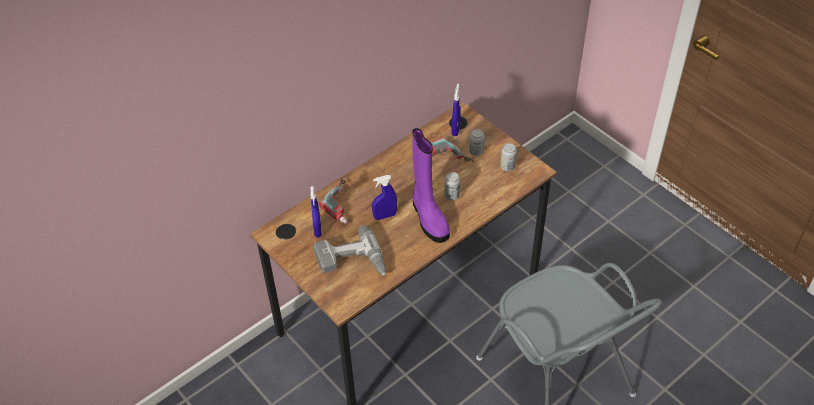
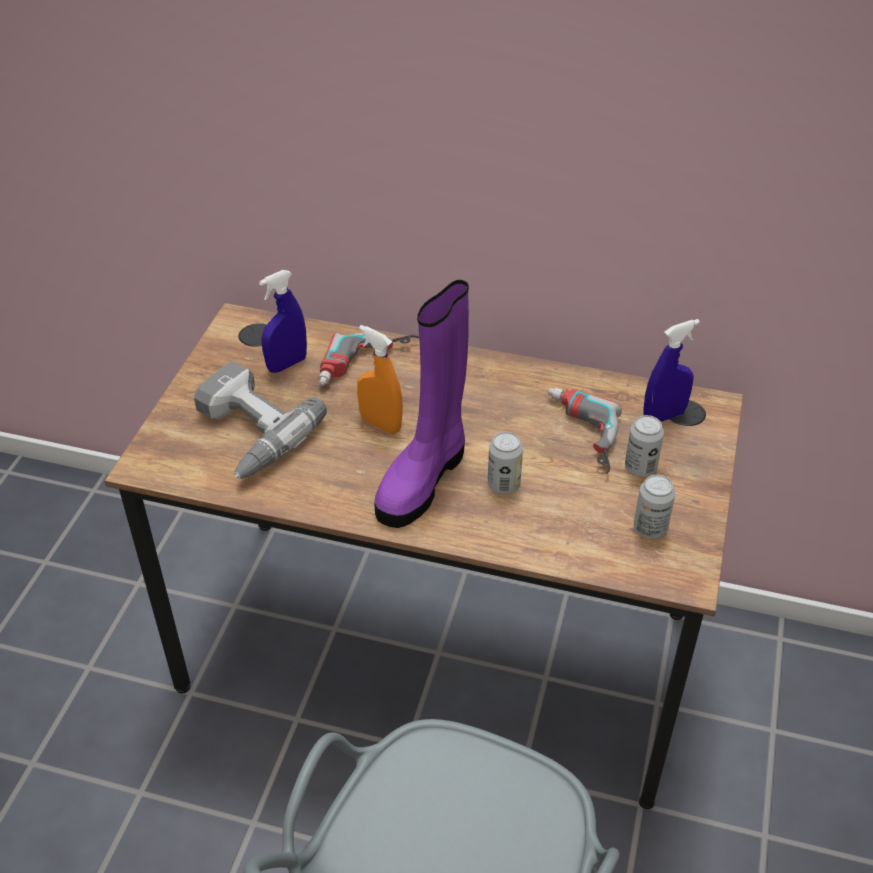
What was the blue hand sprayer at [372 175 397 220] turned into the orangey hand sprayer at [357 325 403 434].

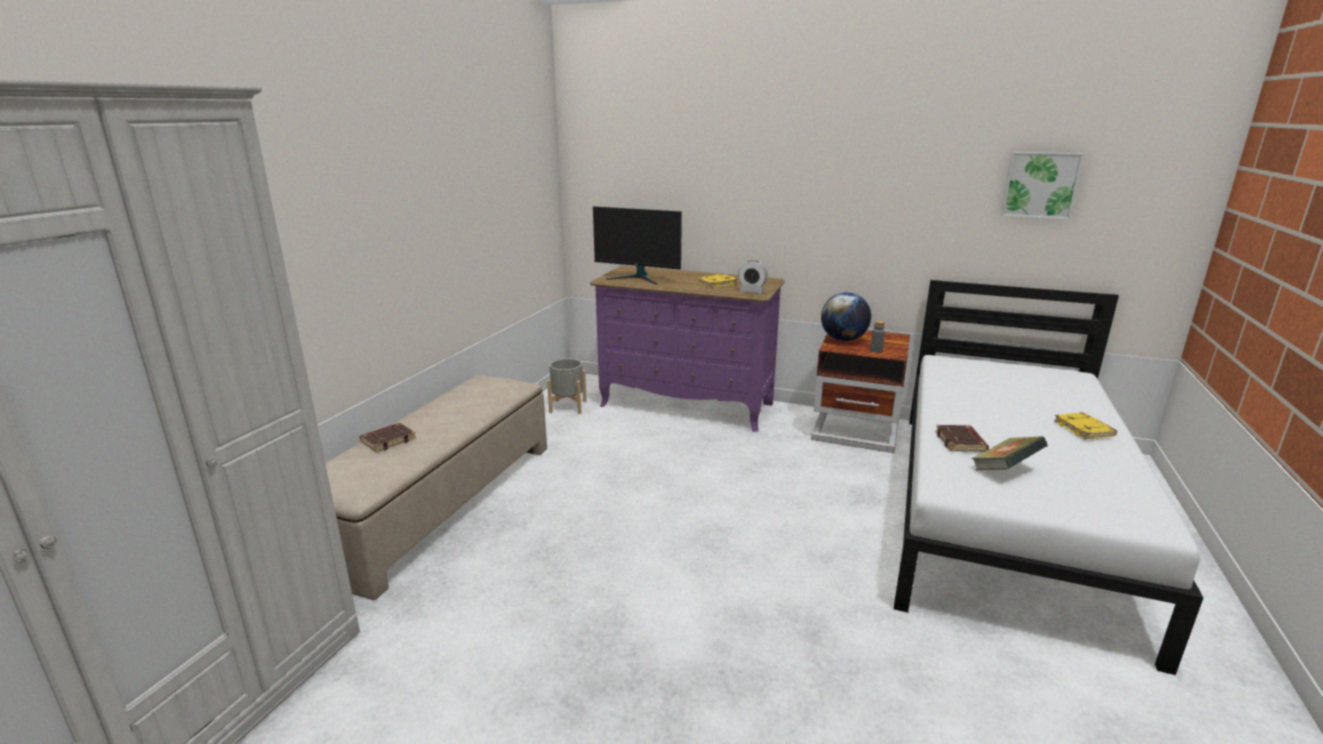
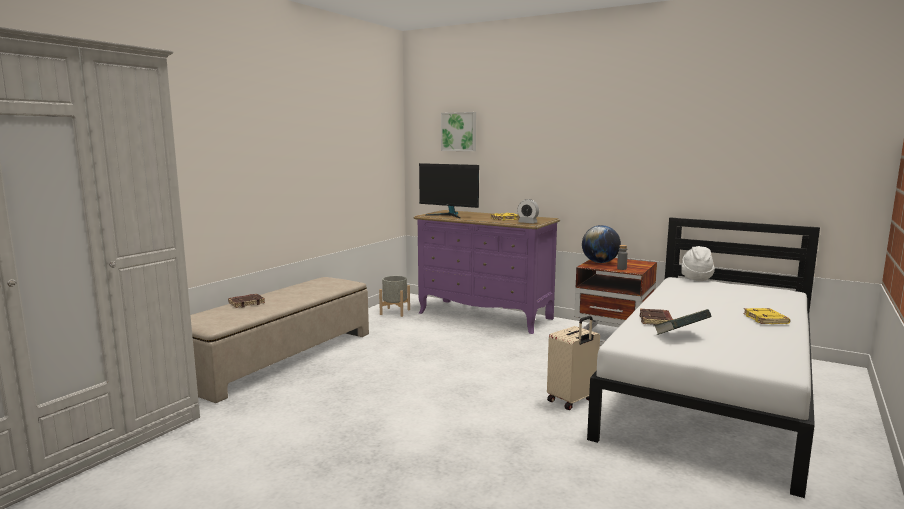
The second view gained the sand-coloured suitcase at [547 316 600 410]. The second view gained the white hat at [681 246 715 281]. The wall art ended up elsewhere, having gone from [1001 152 1085 220] to [441 112 476 151].

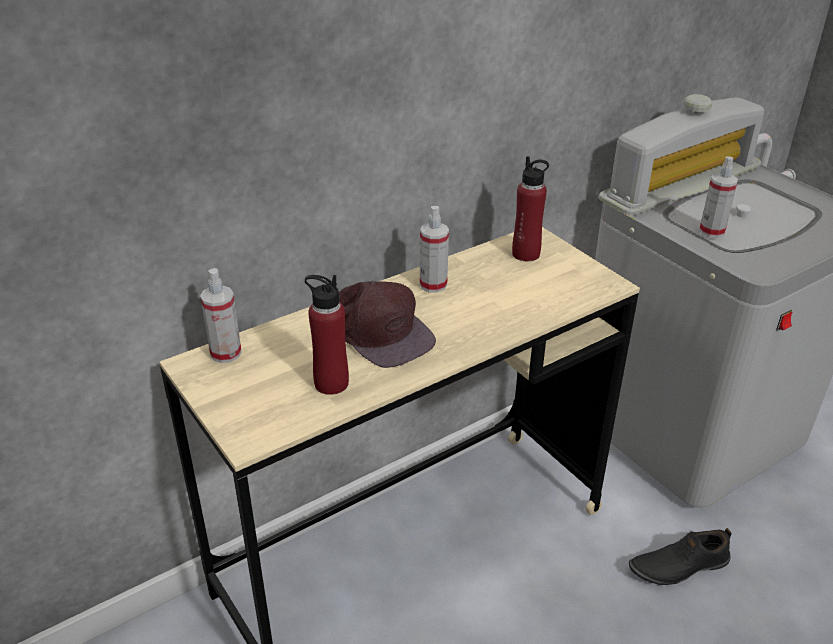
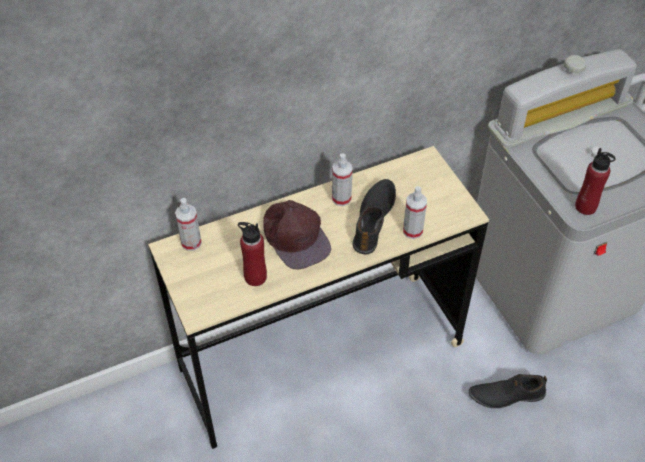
The second view gained the blackish low shoe at [353 179 396 255]. The red bottle ended up elsewhere, having gone from [512 156 549 261] to [575 148 616 215]. The hand sprayer ended up elsewhere, having gone from [699 156 738 238] to [403 186 427 239].

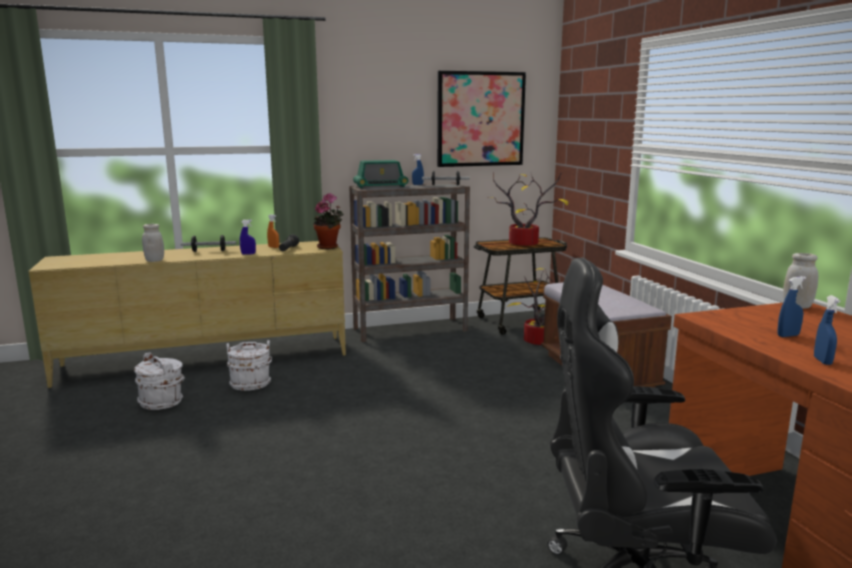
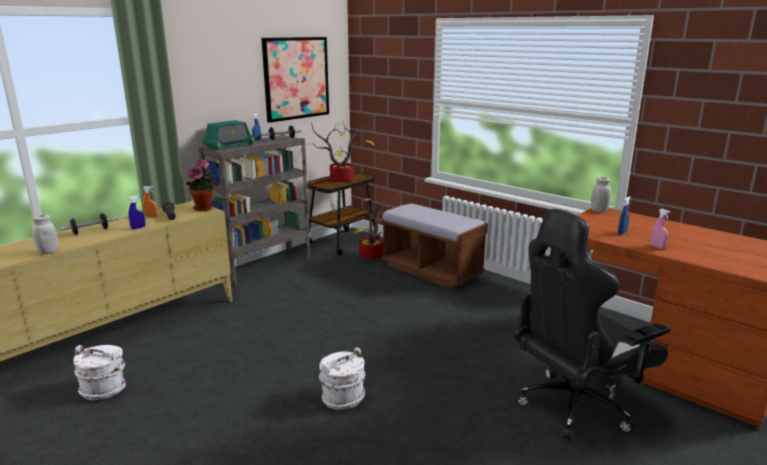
The white bucket ended up elsewhere, having gone from [226 340 272 391] to [319 348 365 410]. What was the blue hand sprayer at [814 295 840 365] turned into the pink-coloured hand sprayer at [651 209 670 249].

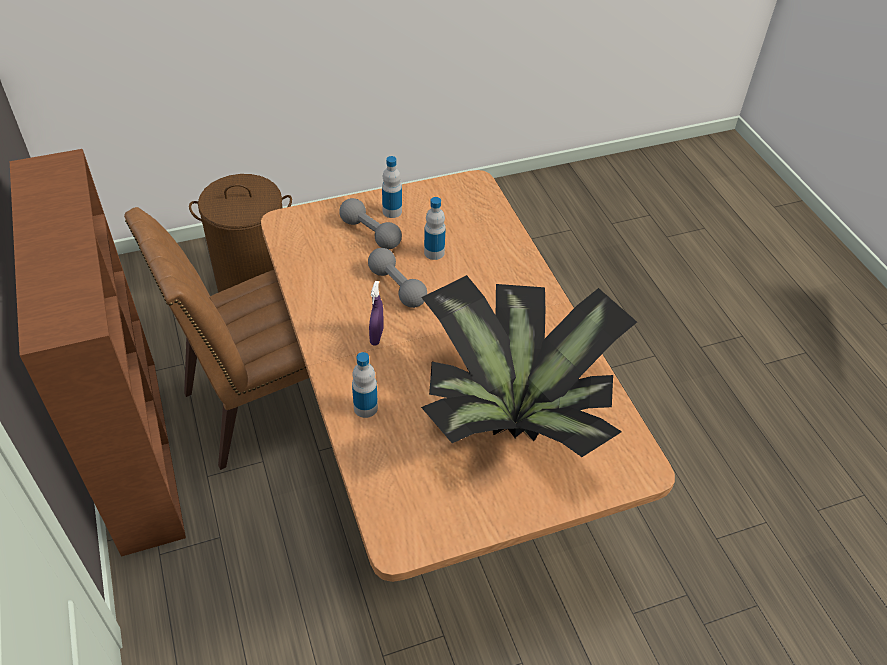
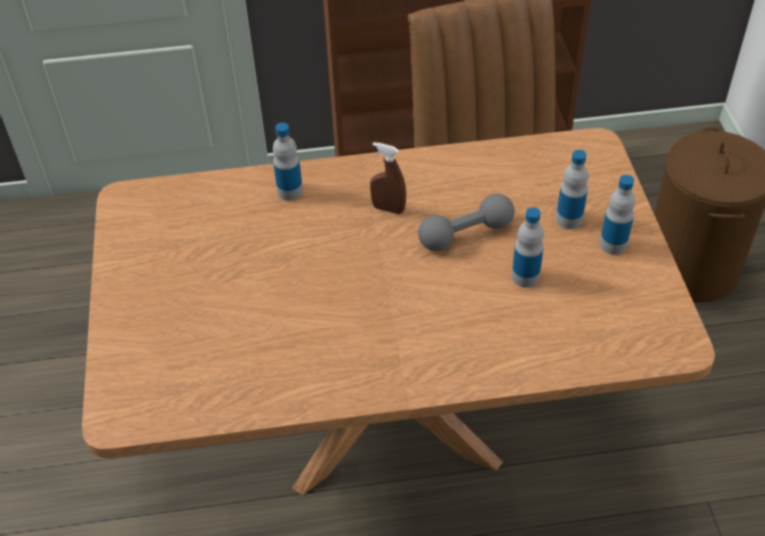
The second view lost the houseplant at [421 275 637 457]. Where the greyish hand weight stood at [339 198 402 249], the bottle came to stand at [556 150 589 229]. What was the purple-coloured hand sprayer at [369 281 384 346] turned into the brownish hand sprayer at [370 142 406 214].

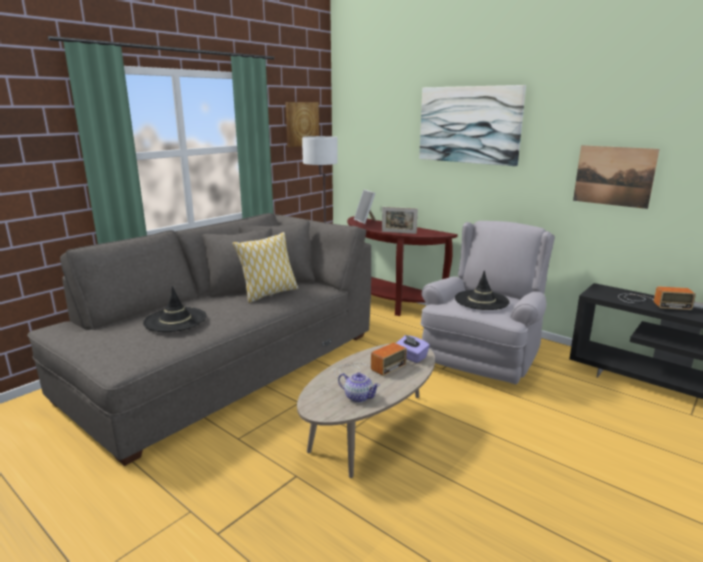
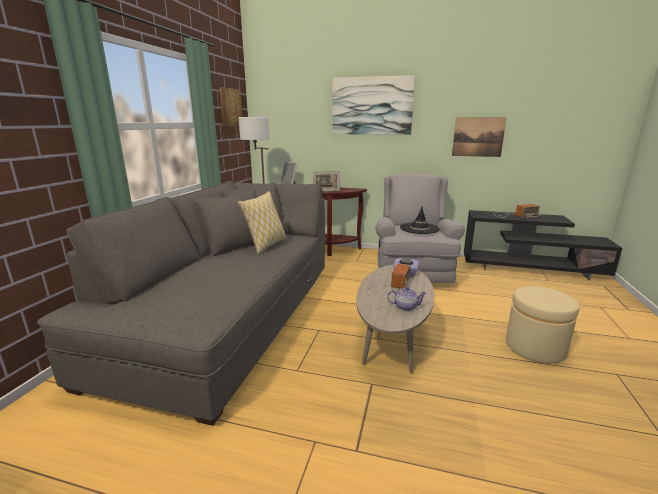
The second view lost the blackish hat at [143 286 207 332]. The second view gained the sand-coloured ottoman at [506 286 580 363].

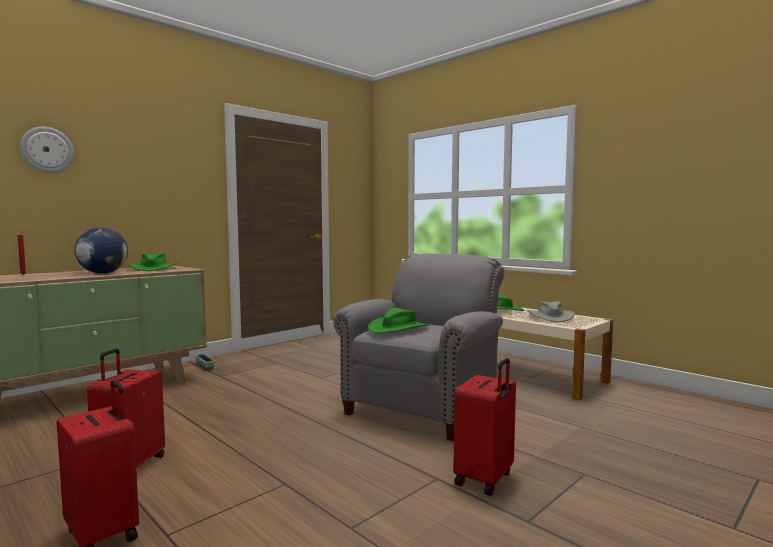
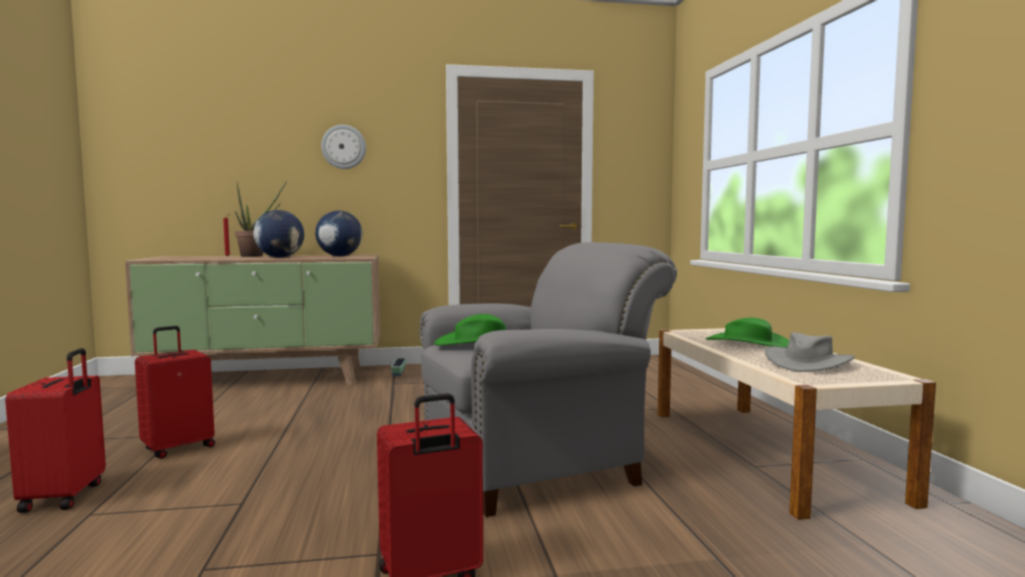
The second view gained the houseplant at [235 181 287 257]. The hanging clock ended up elsewhere, having gone from [20 127 74 173] to [321 125 366 169]. Where the green-coloured hat stood at [129 253 177 271], the world globe came to stand at [315 211 363 256].

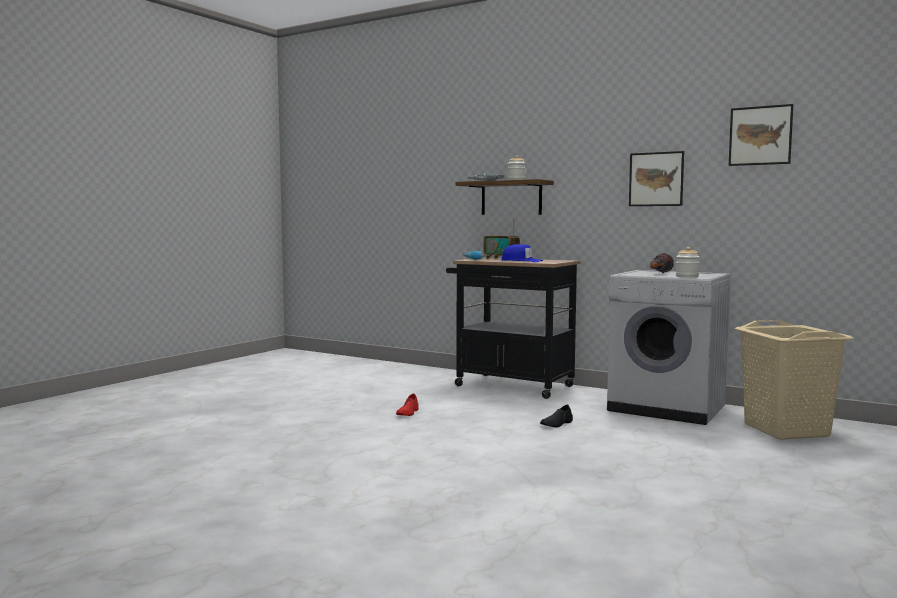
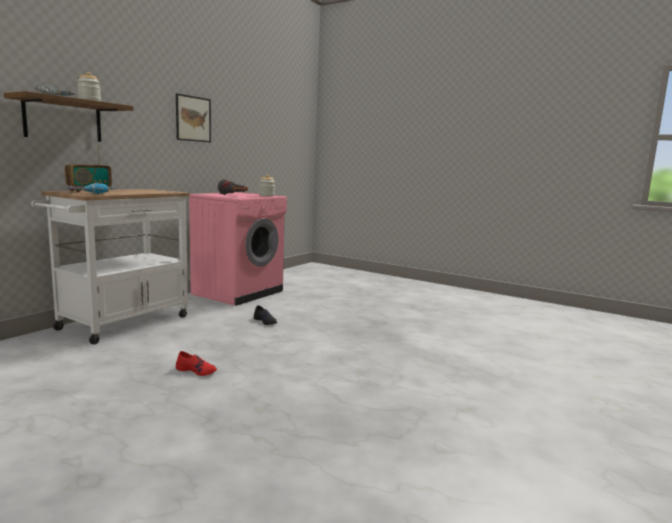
The second view lost the blue peaked cap at [501 244 543 262]. The second view lost the wall art at [729 104 793 166]. The second view lost the sand-coloured hamper at [735 320 853 440]. What was the blackish cart at [446 258 580 399] turned into the white cart at [31 189 189 345]. What was the white laundry machine at [607 270 730 425] turned into the pink-coloured laundry machine at [189 192 287 306].

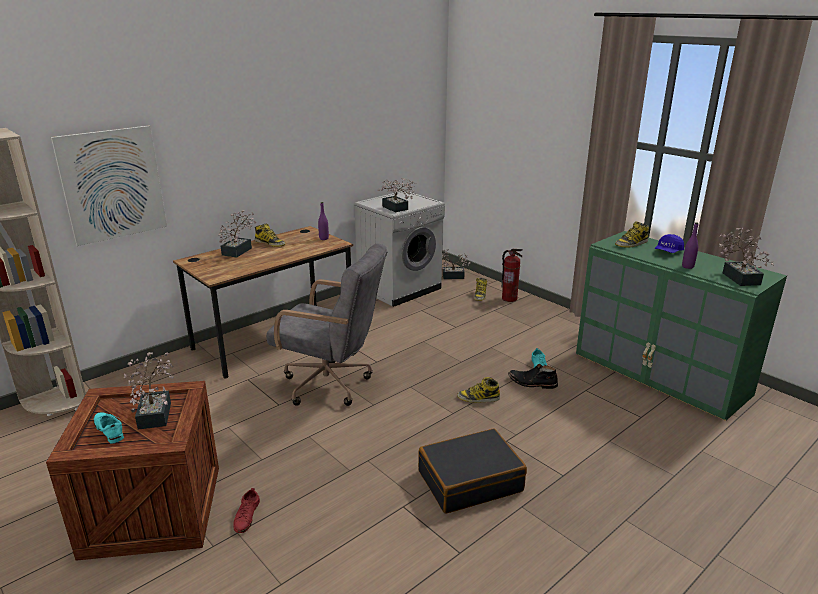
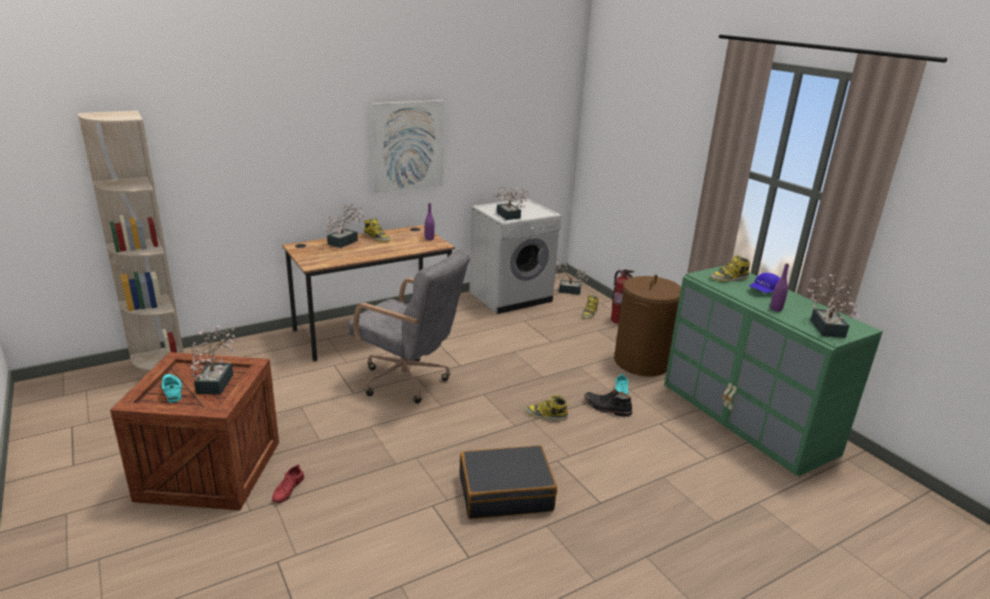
The second view gained the brownish hamper at [614 274 681 376]. The wall art ended up elsewhere, having gone from [51 126 167 246] to [371 100 443 193].

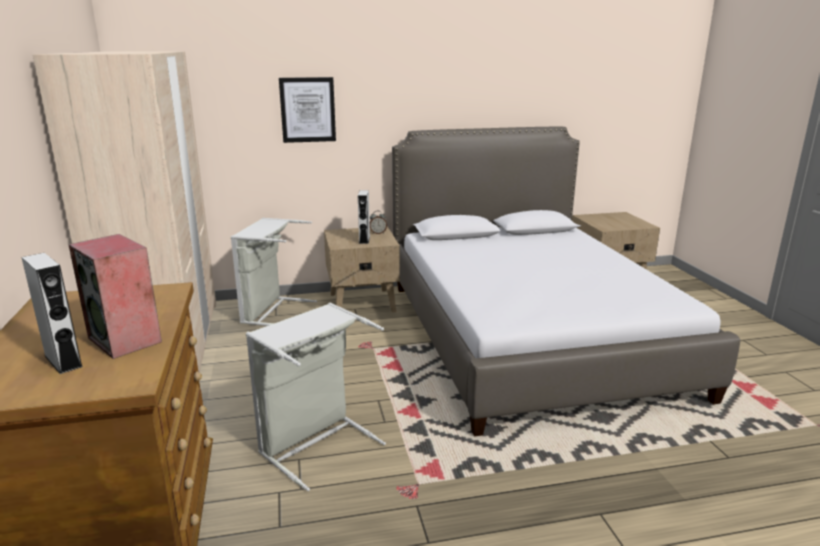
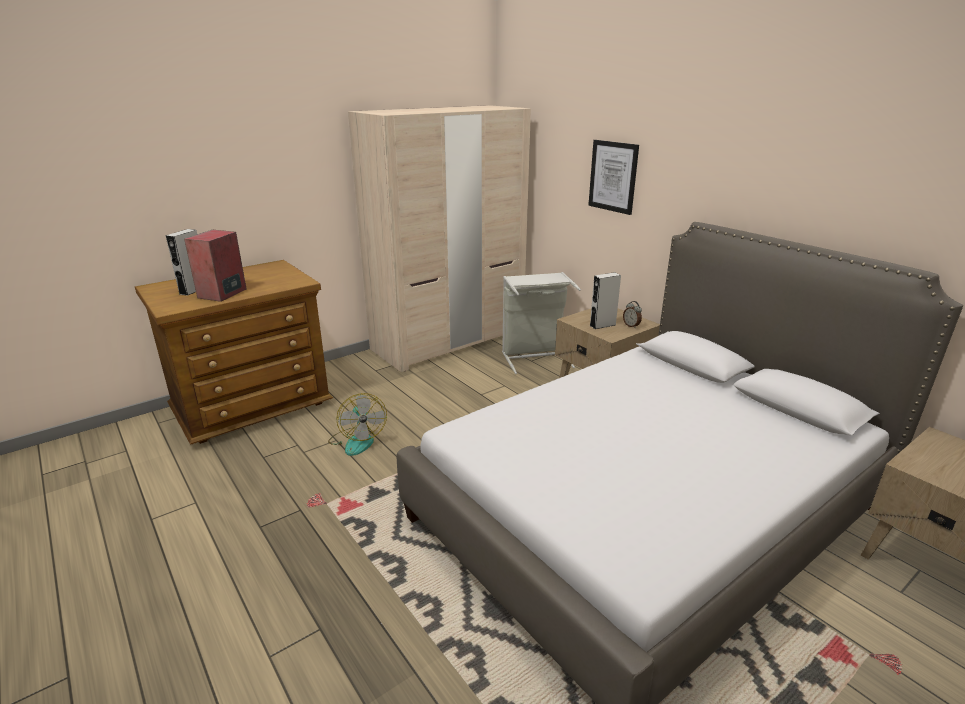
Where the greyish hamper stood at [246 303 386 491], the electric fan came to stand at [328 393 387 456].

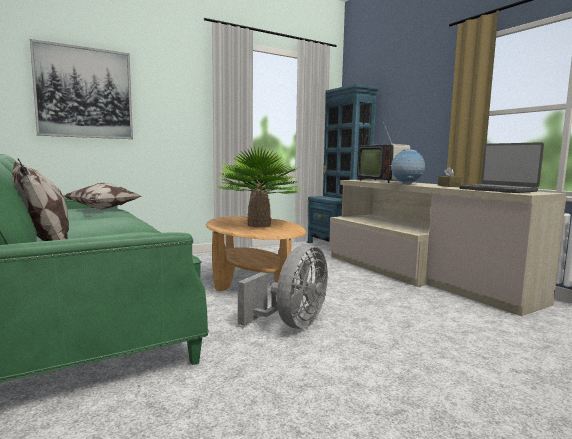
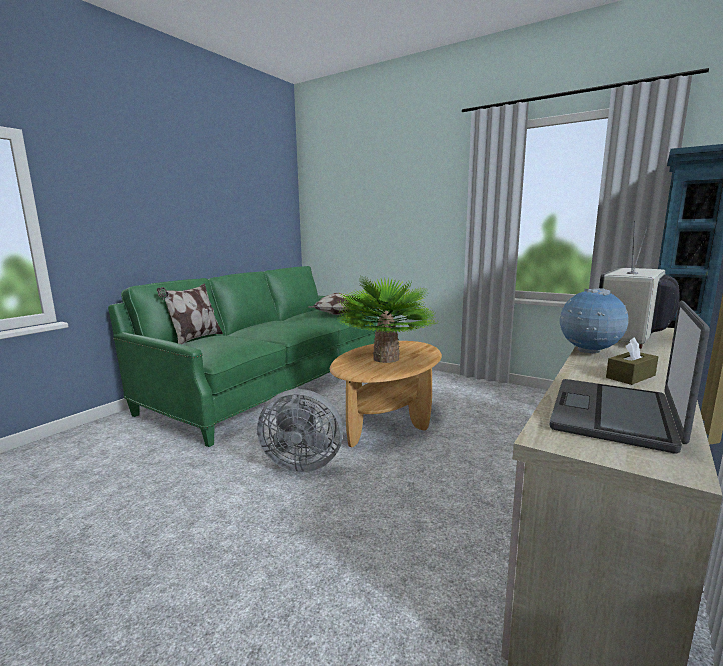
The second view lost the wall art at [30 39 133 139].

